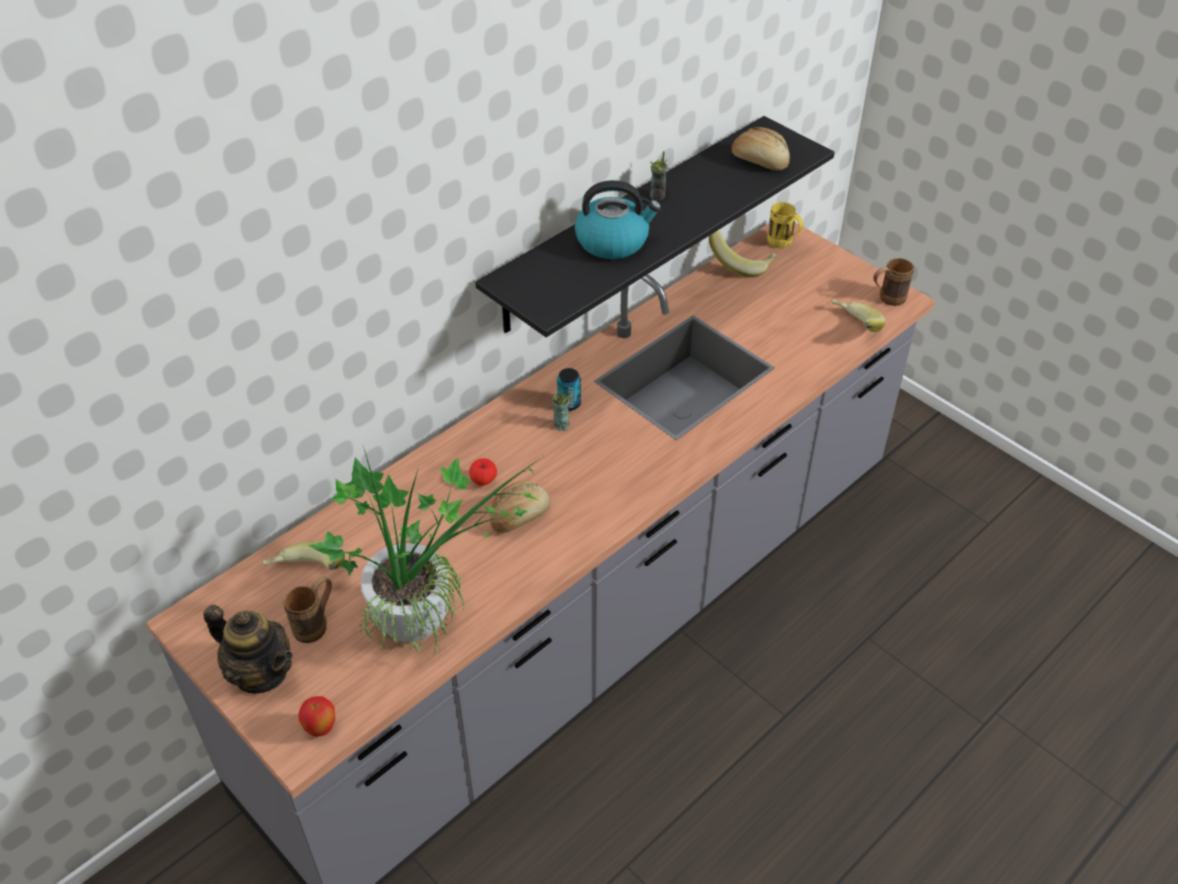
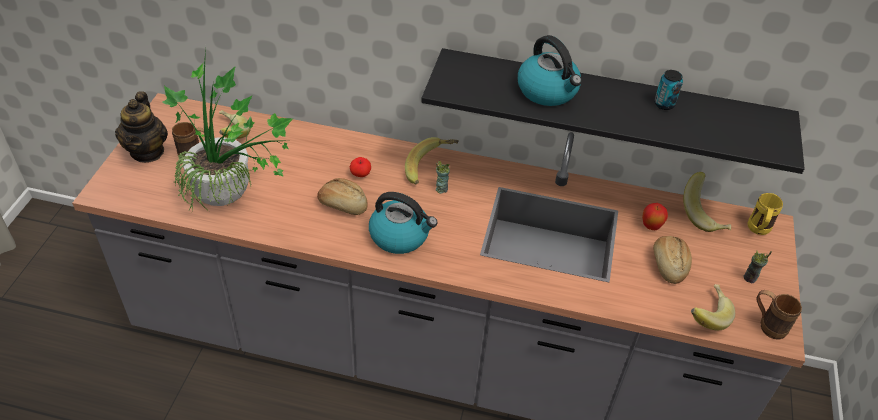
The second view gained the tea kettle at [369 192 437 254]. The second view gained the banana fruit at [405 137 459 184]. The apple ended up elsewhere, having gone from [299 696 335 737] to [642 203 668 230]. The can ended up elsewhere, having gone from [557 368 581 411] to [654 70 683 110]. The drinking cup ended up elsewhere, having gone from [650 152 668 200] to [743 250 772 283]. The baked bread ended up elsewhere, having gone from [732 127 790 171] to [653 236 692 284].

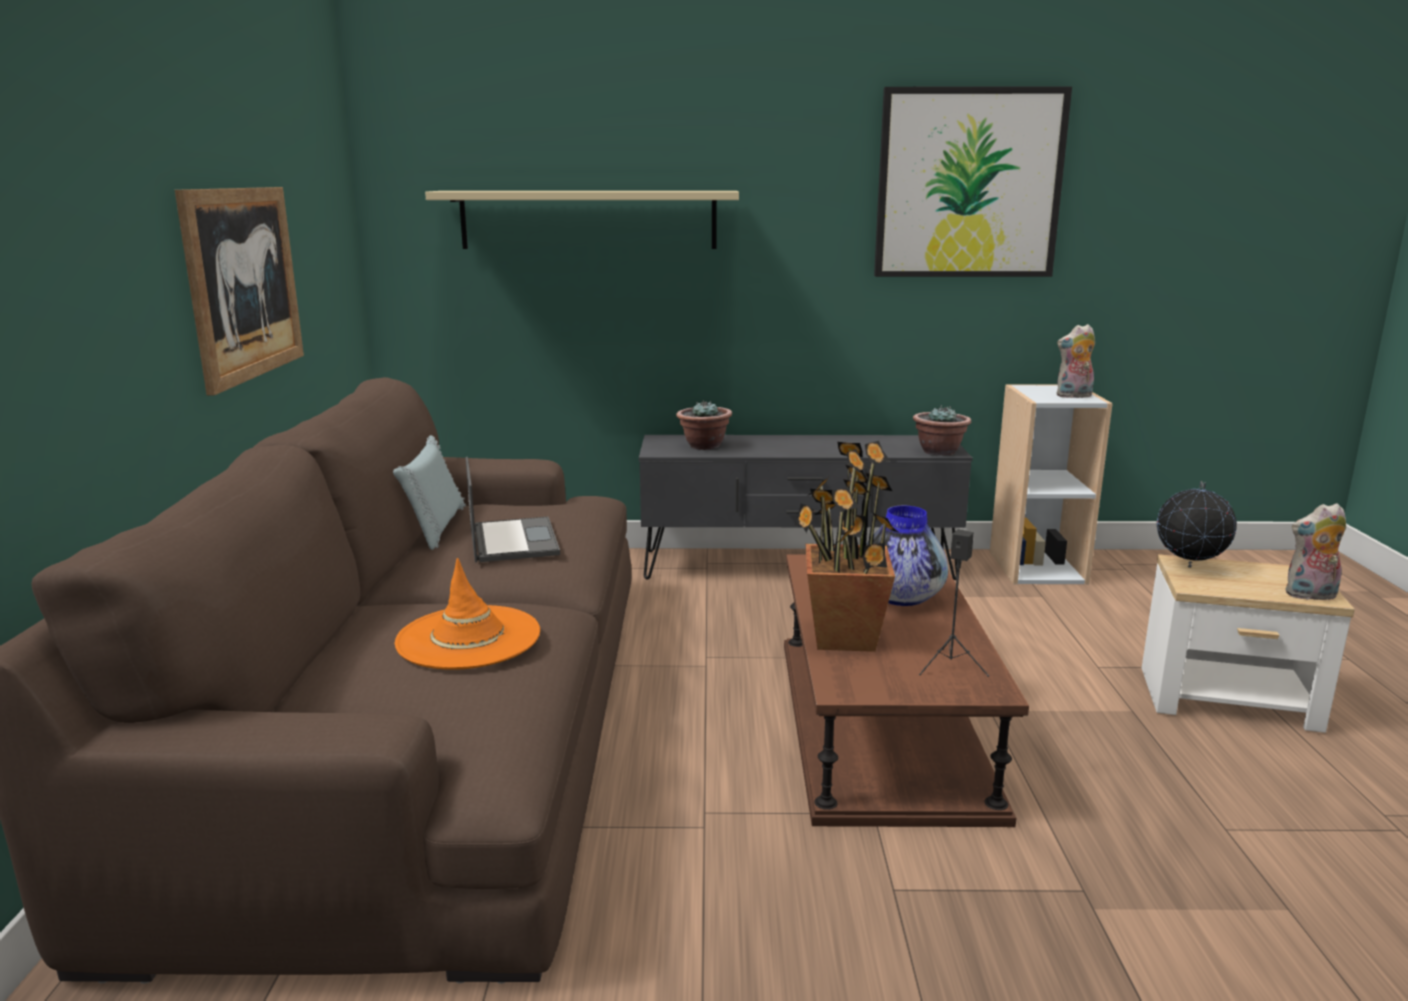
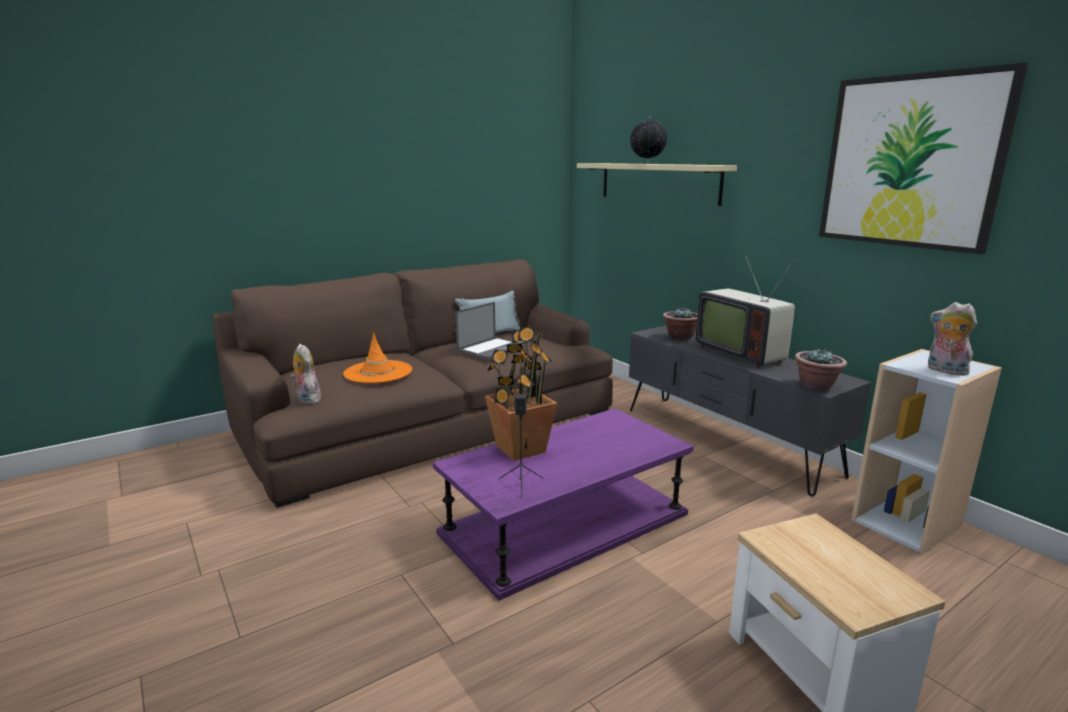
The second view lost the wall art at [175 187 304 395]. The second view lost the flower vase at [866 506 948 606]. The second view gained the TV set at [696 256 795 368]. The world globe ended up elsewhere, having gone from [1157 481 1237 568] to [630 115 667 164]. The soft toy ended up elsewhere, having gone from [1285 503 1346 600] to [290 344 321 404]. What was the brownish coffee table at [784 554 1029 827] turned into the purple-coloured coffee table at [433 409 694 601].

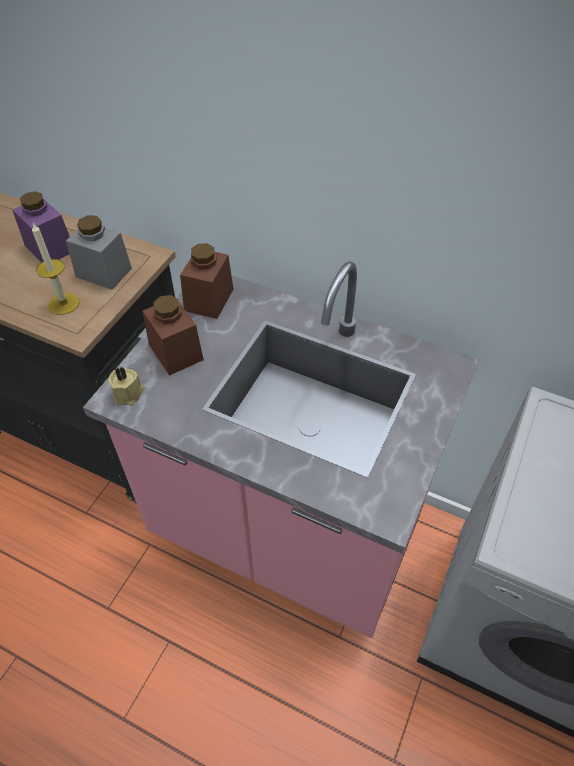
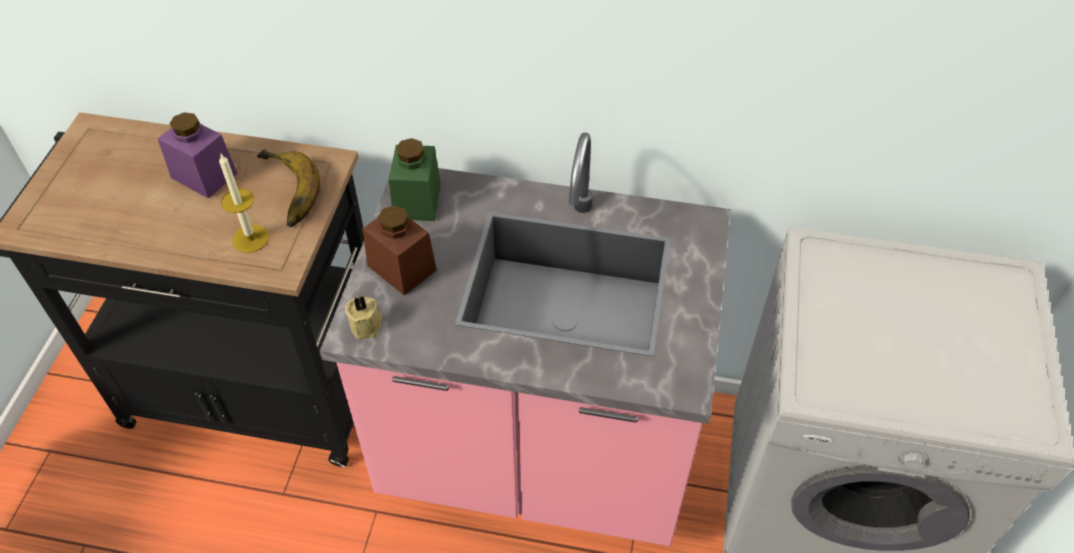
Where the greyish jar stood at [66 215 132 290], the banana fruit came to stand at [257 149 320 227]. What was the brownish jar at [180 243 233 319] turned into the green-coloured jar at [389 138 441 221].

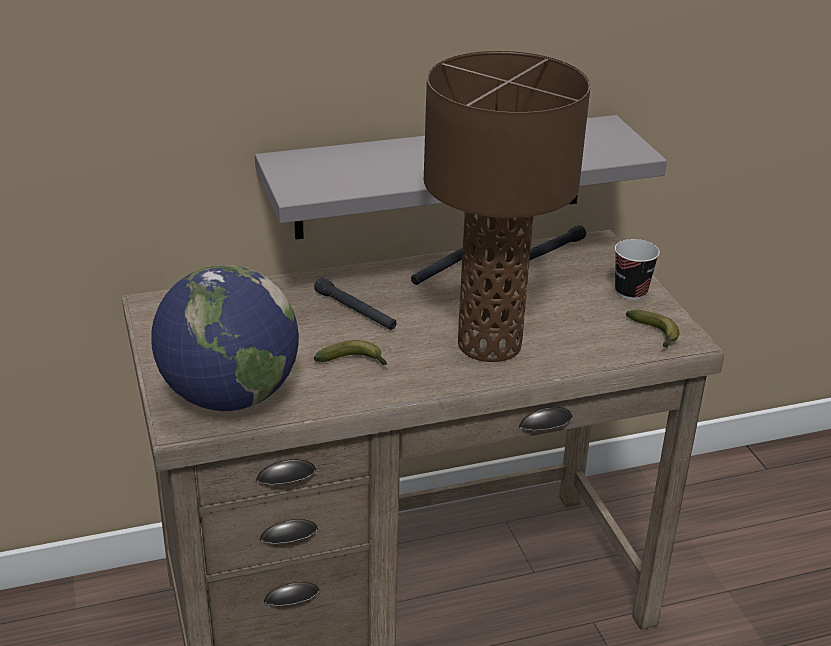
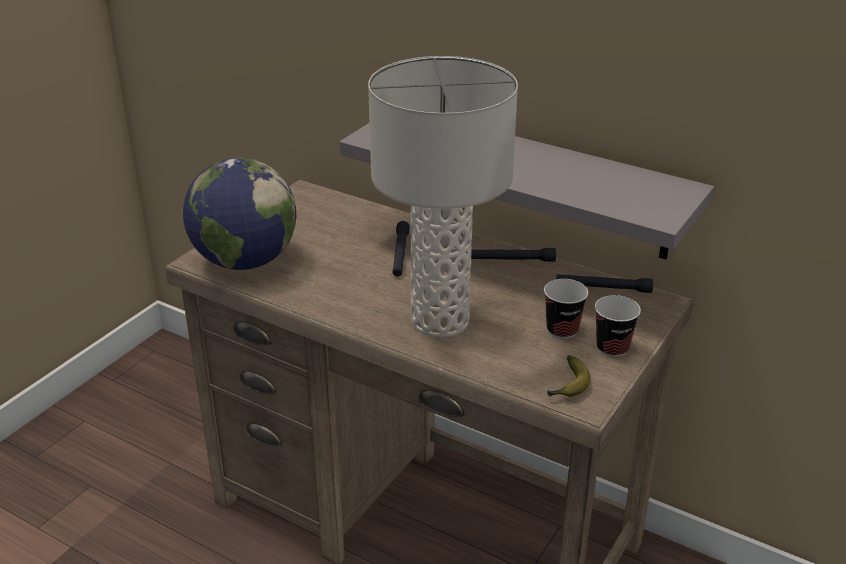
The second view lost the banana fruit at [314 340 387 365]. The second view gained the drinking cup at [544 279 588 339]. What was the brownish table lamp at [424 51 591 362] turned into the white table lamp at [368 56 518 338].

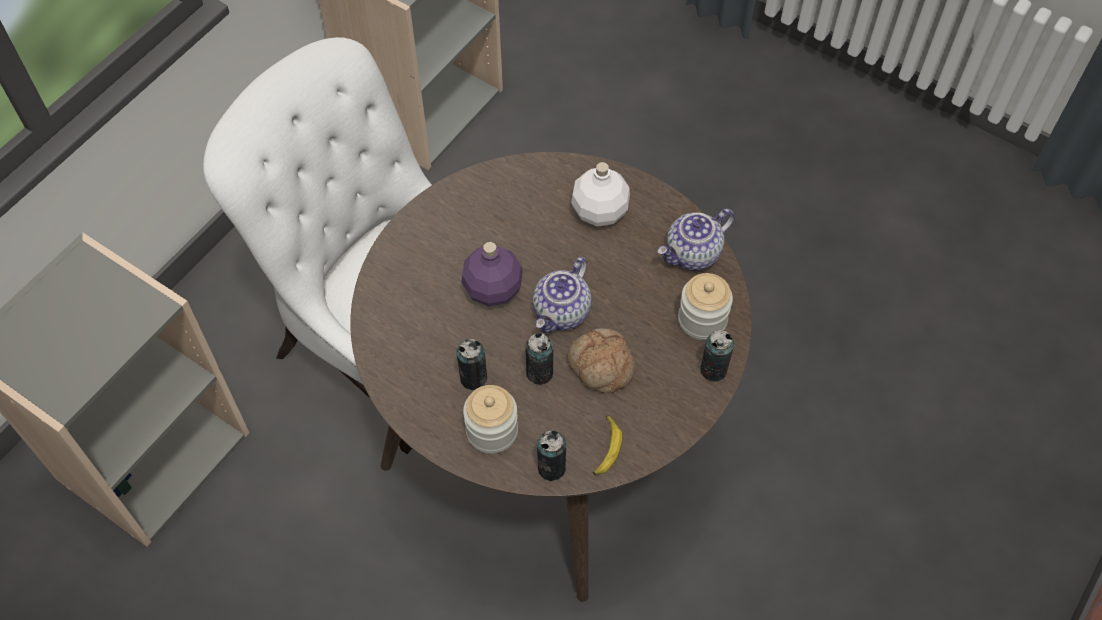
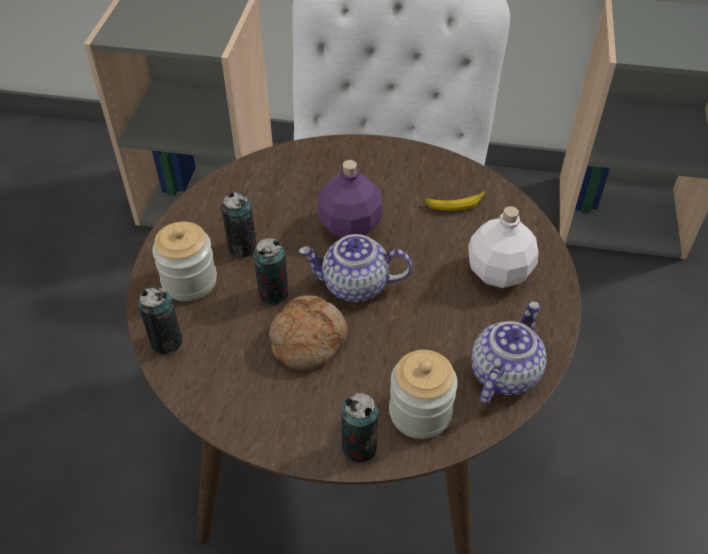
The banana fruit ended up elsewhere, having gone from [593 415 622 475] to [424 190 486 211]. The pot for tea at [657 209 735 270] ended up facing another way, 90 degrees clockwise from before.

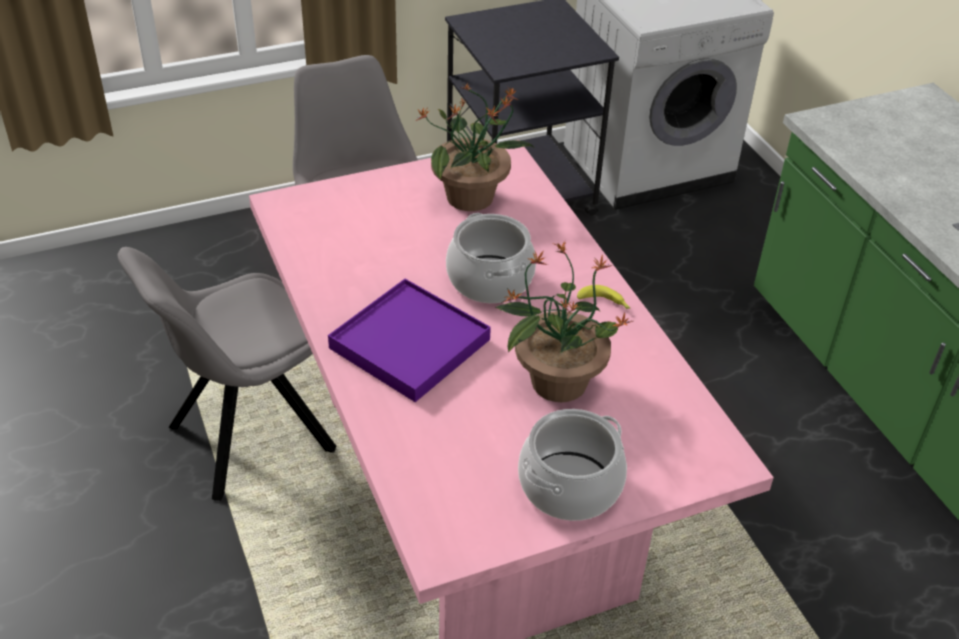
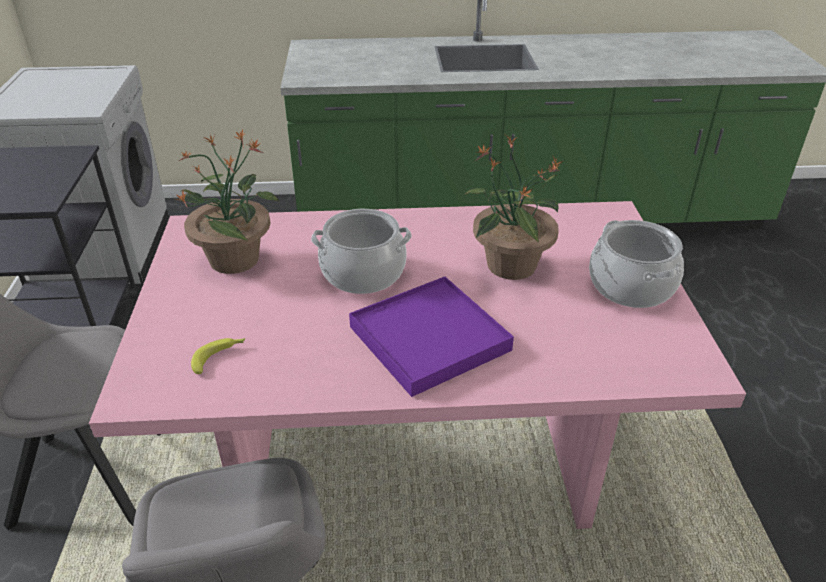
The banana fruit ended up elsewhere, having gone from [577 285 630 309] to [191 338 245 374].

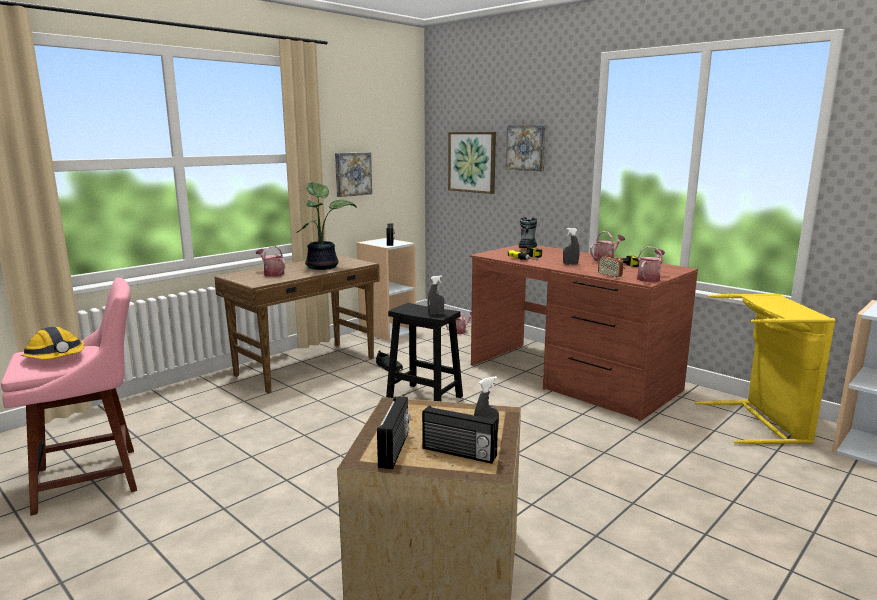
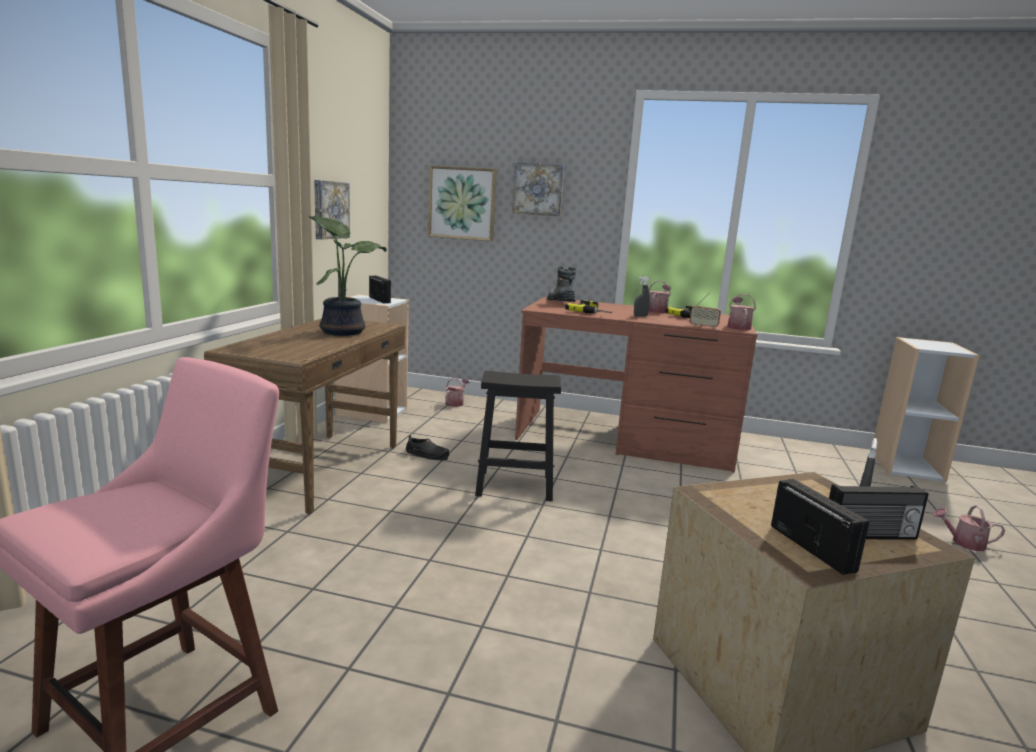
The second view lost the hard hat at [21 327 85 359]. The second view lost the greyish hand sprayer at [428 276 444 315]. The second view lost the yellow-coloured hamper at [695 294 835 445]. The sprinkling can ended up elsewhere, having gone from [256 246 285 277] to [933 505 1005 551].

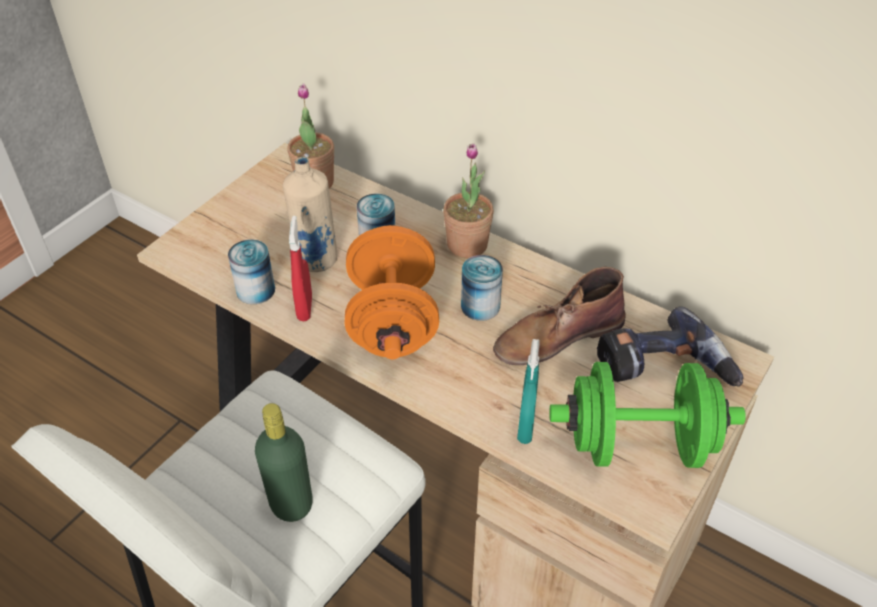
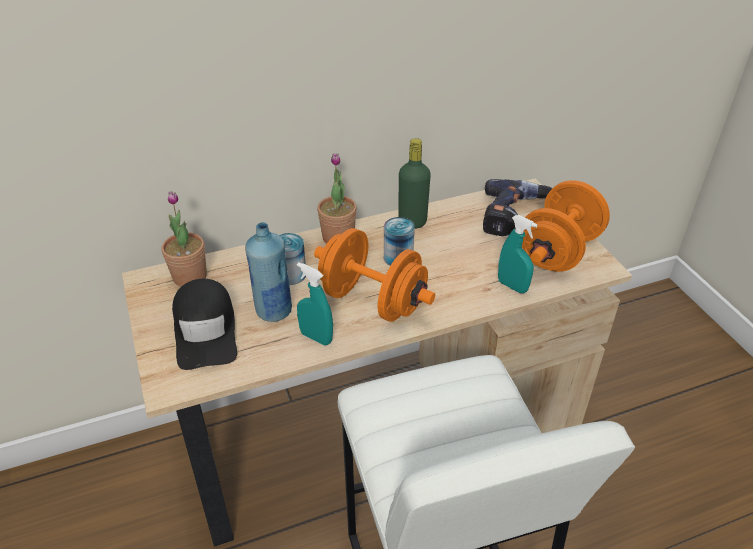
The second view lost the can at [228 239 275 304]. The second view lost the brownish high-top boot at [493 267 626 365]. The second view gained the blackish peaked cap at [172 279 237 370]. The green-coloured bottle ended up elsewhere, having gone from [255 403 313 522] to [398 138 431 229]. What was the sand-coloured bottle at [283 157 338 272] turned into the blue bottle at [245 222 292 322]. What was the red hand sprayer at [289 216 312 321] turned into the turquoise hand sprayer at [297 262 333 345]. What was the green-coloured hand weight at [549 362 746 468] turned into the orangey hand weight at [522 180 610 272].

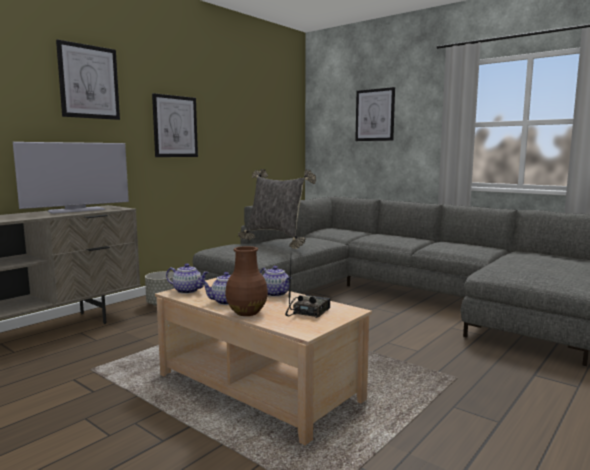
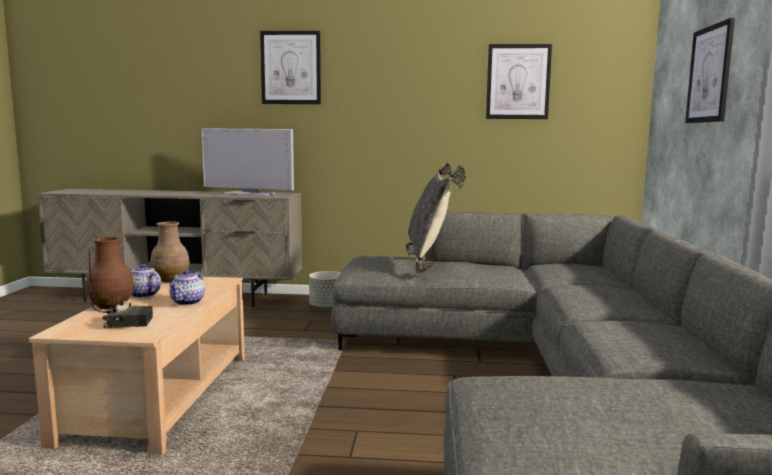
The wall art ended up elsewhere, having gone from [152 93 198 157] to [486 44 552 119]. Where the pot for tea stood at [166 263 209 294], the brownish flower vase came to stand at [150 221 190 282].

